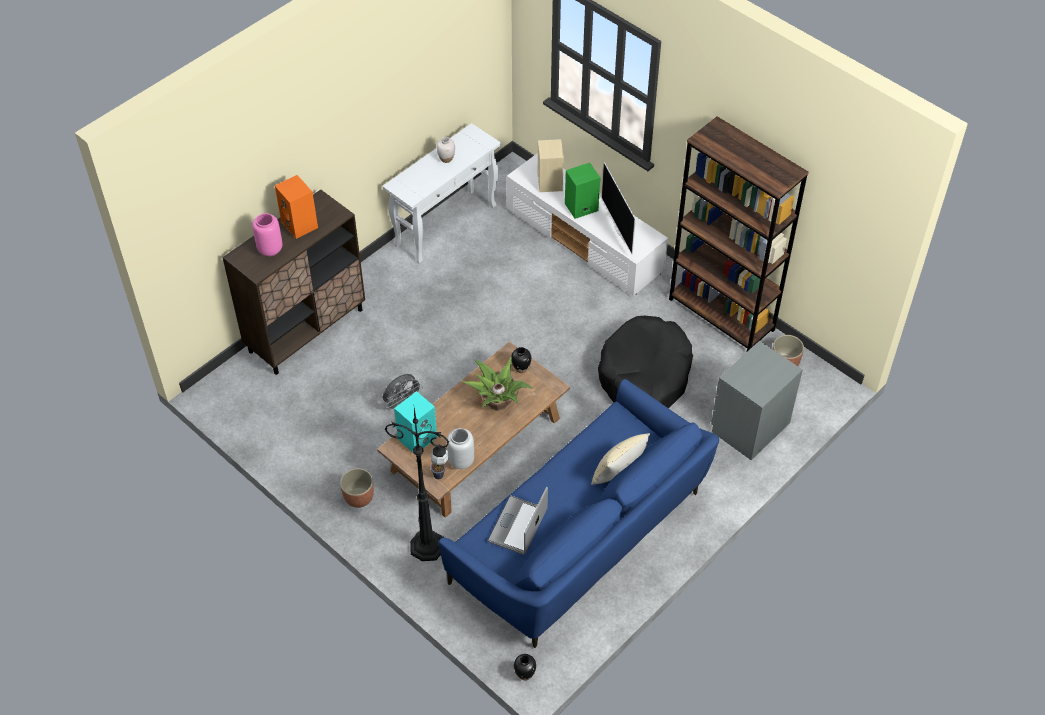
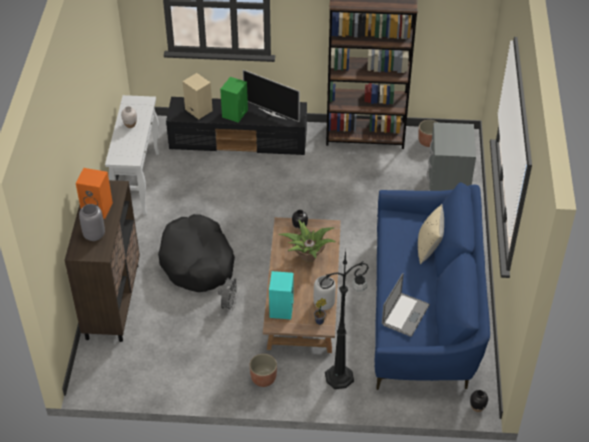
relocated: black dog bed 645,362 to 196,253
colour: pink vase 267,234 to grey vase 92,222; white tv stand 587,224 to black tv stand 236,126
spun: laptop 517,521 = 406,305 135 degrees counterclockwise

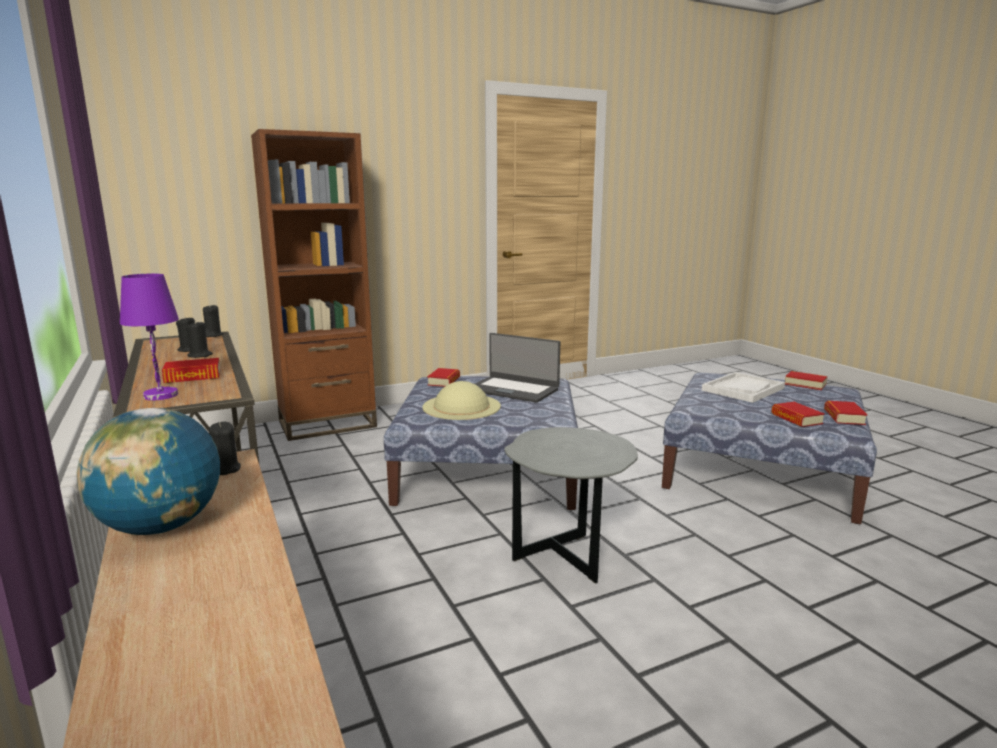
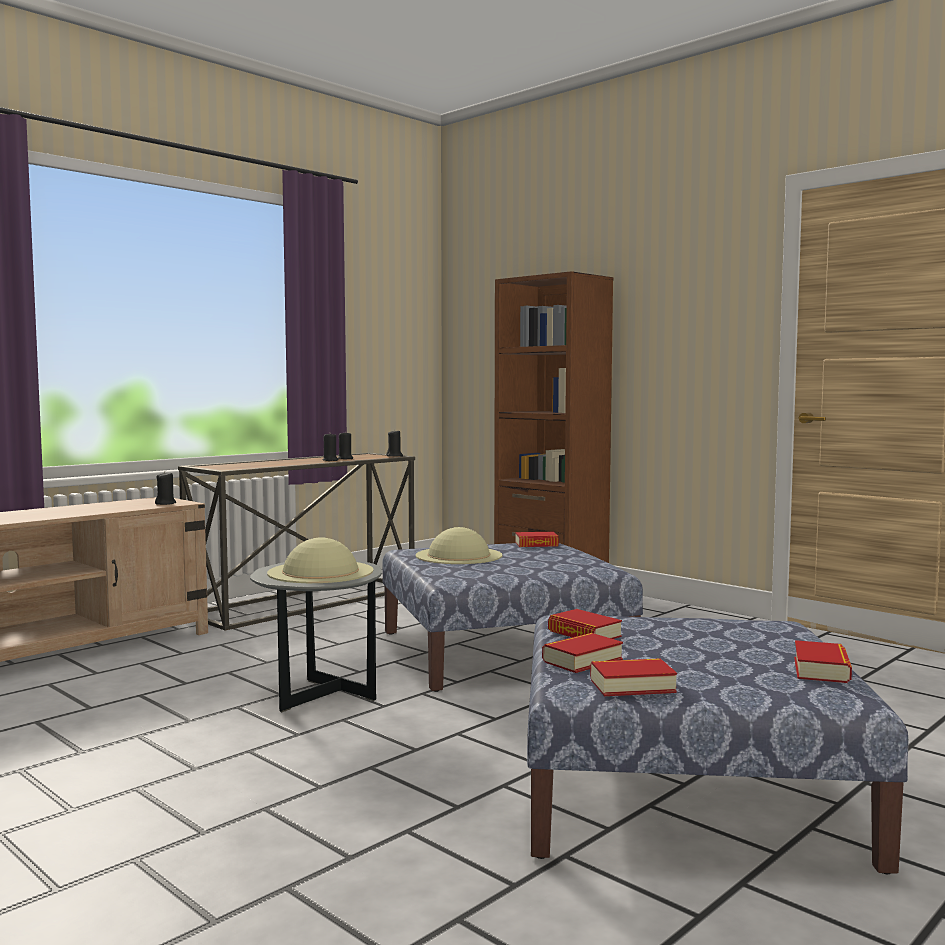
missing: globe 148,471; purple table lamp 149,336; laptop 517,368; white tray 743,387
appeared: beige hat 320,560
relocated: book 191,370 to 585,624

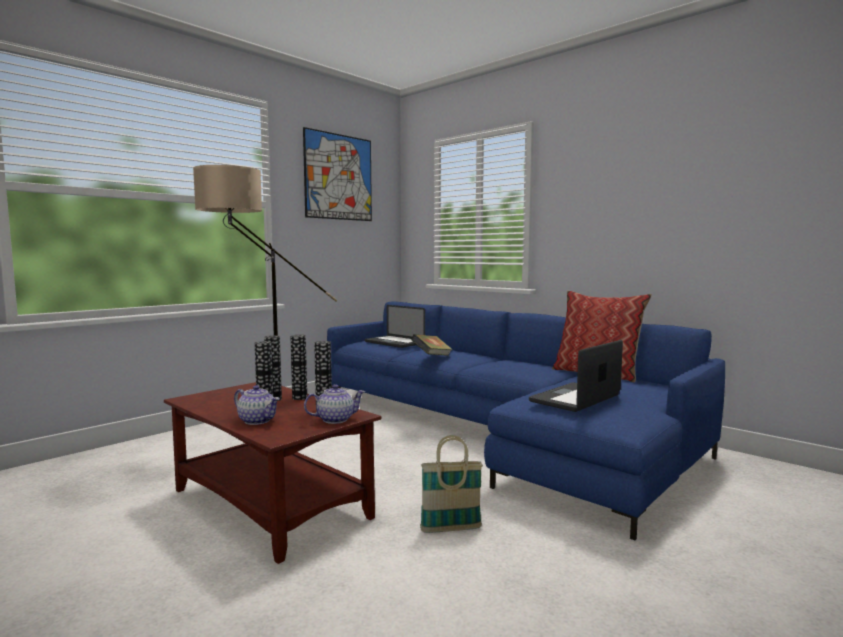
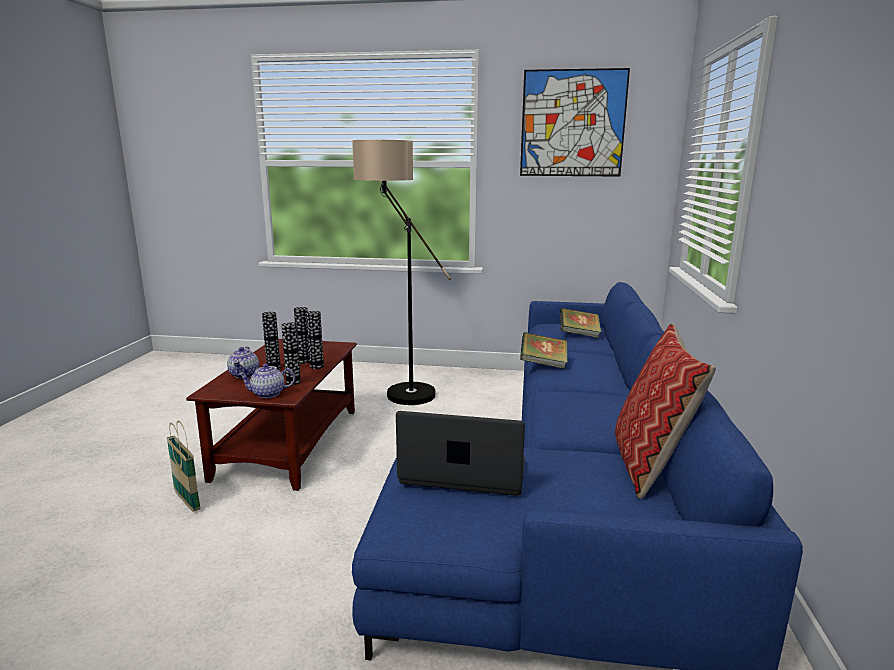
relocated: basket 451,484 to 184,466
exchanged: laptop 395,326 to book 580,323
spun: teapot 334,404 = 266,381 135 degrees clockwise

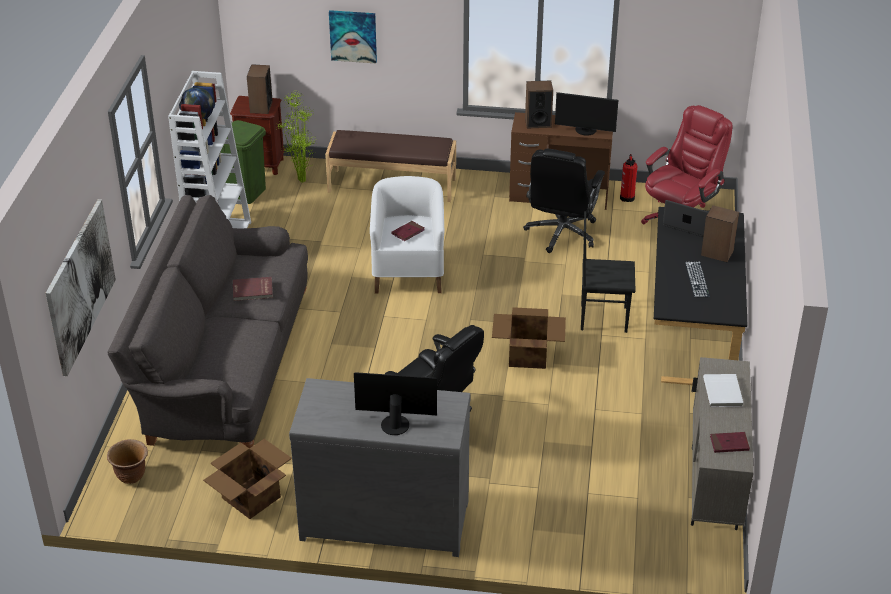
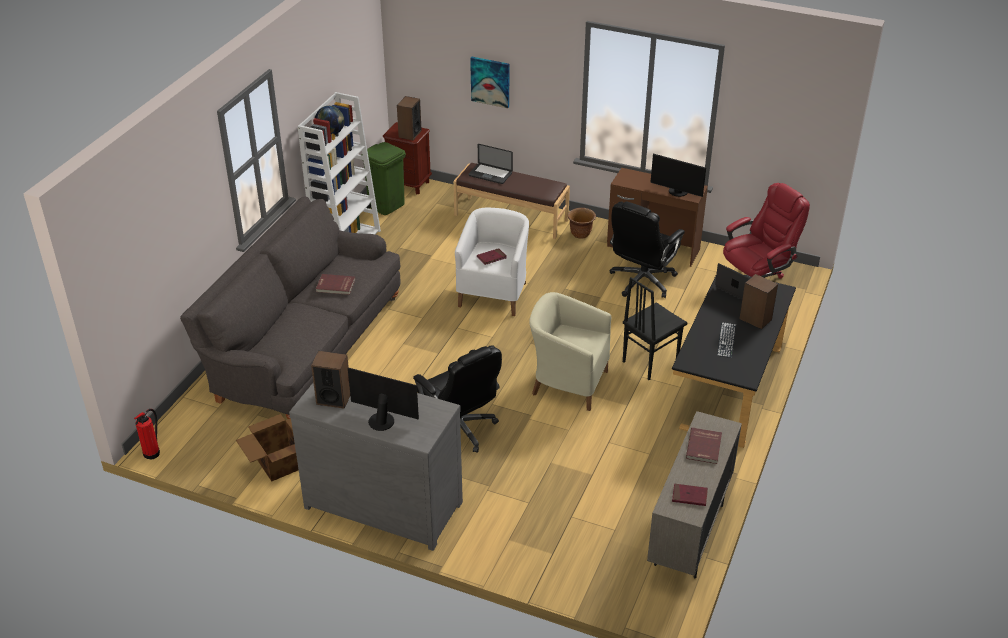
missing: picture 81,287; potted plant 295,137
appeared: laptop 490,164
relocated: fire extinguisher 628,178 to 147,434; speaker 539,105 to 330,380; brown planter 127,461 to 582,223
exchanged: cardboard box 529,338 to beige armchair 570,351
colour: white book 723,390 to red book 704,446
spun: black chair 608,272 = 655,328 60 degrees counterclockwise

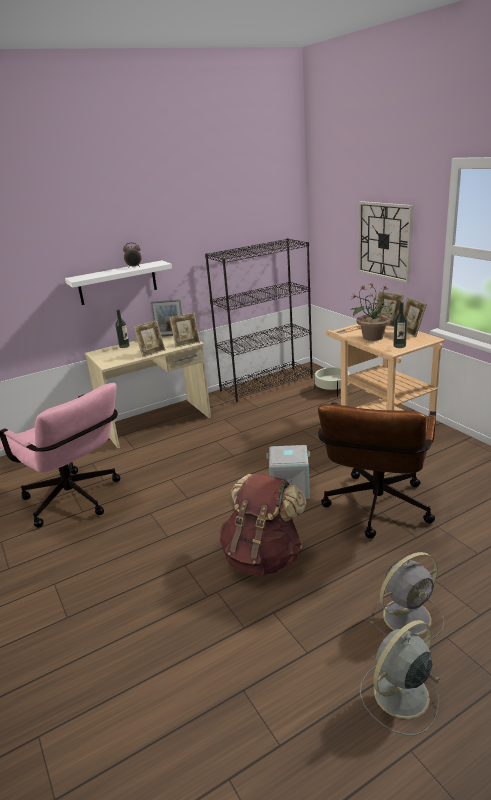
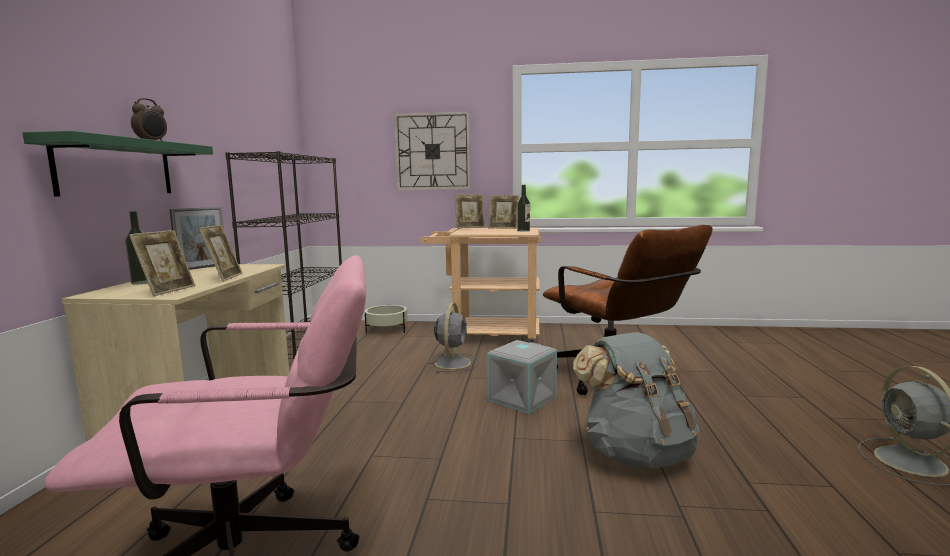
missing: potted plant 372,312
relocated: picture frame 184,330 to 162,263; grey fan 407,596 to 453,337
colour: white shelf 118,282 to green shelf 118,163; brown backpack 263,525 to grey backpack 636,400

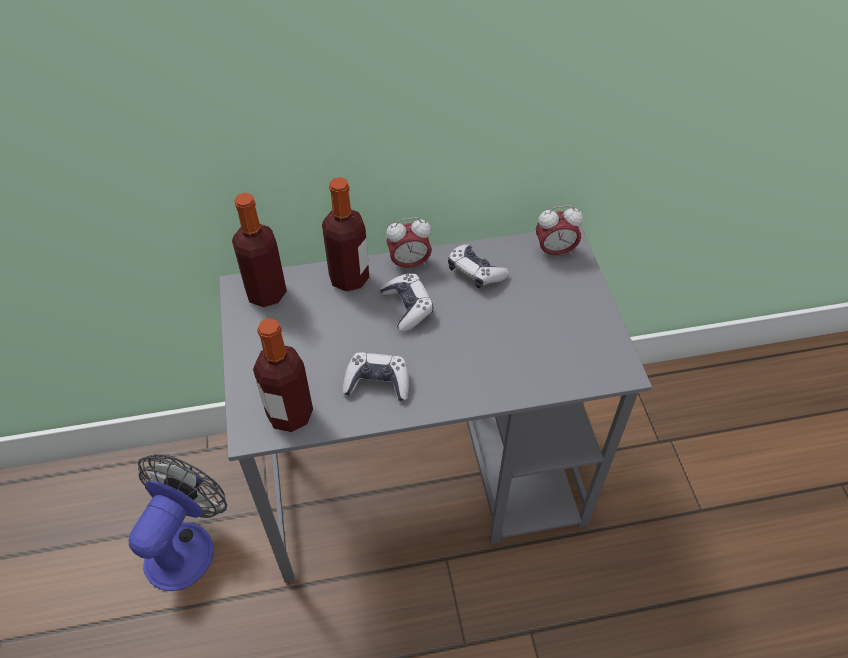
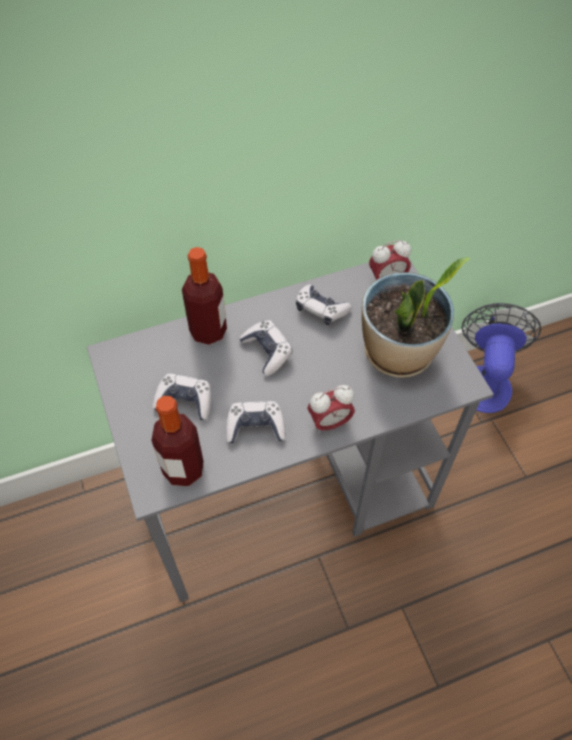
missing: bottle 259,250
appeared: game controller 181,397; potted plant 416,317
relocated: alarm clock 409,244 to 331,409; fan 178,522 to 501,358

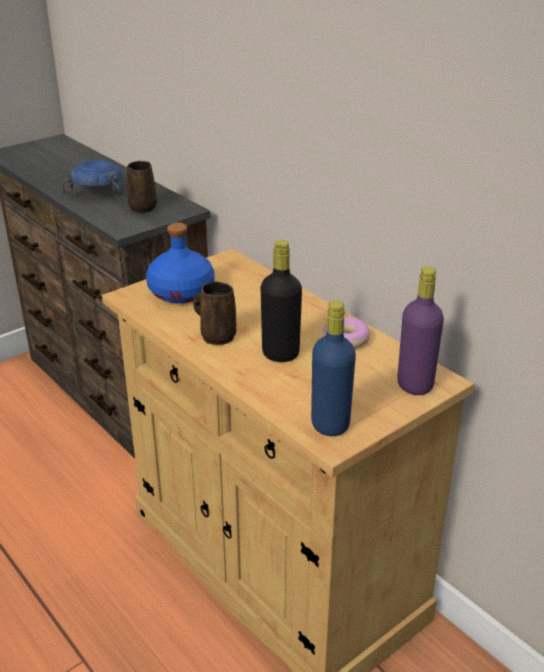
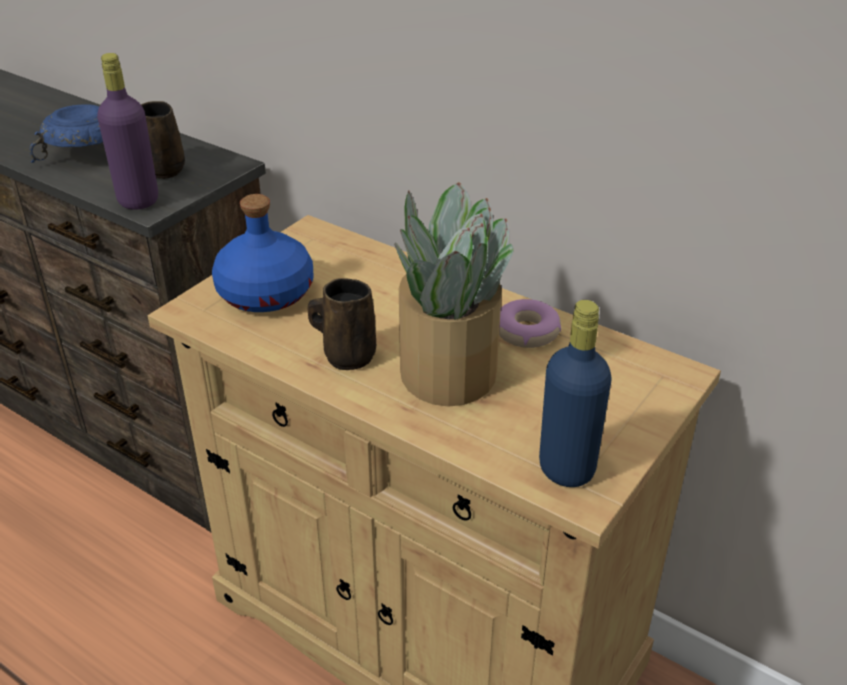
relocated: purple bottle 420,330 to 127,131
exchanged: black bottle 281,301 to potted plant 454,294

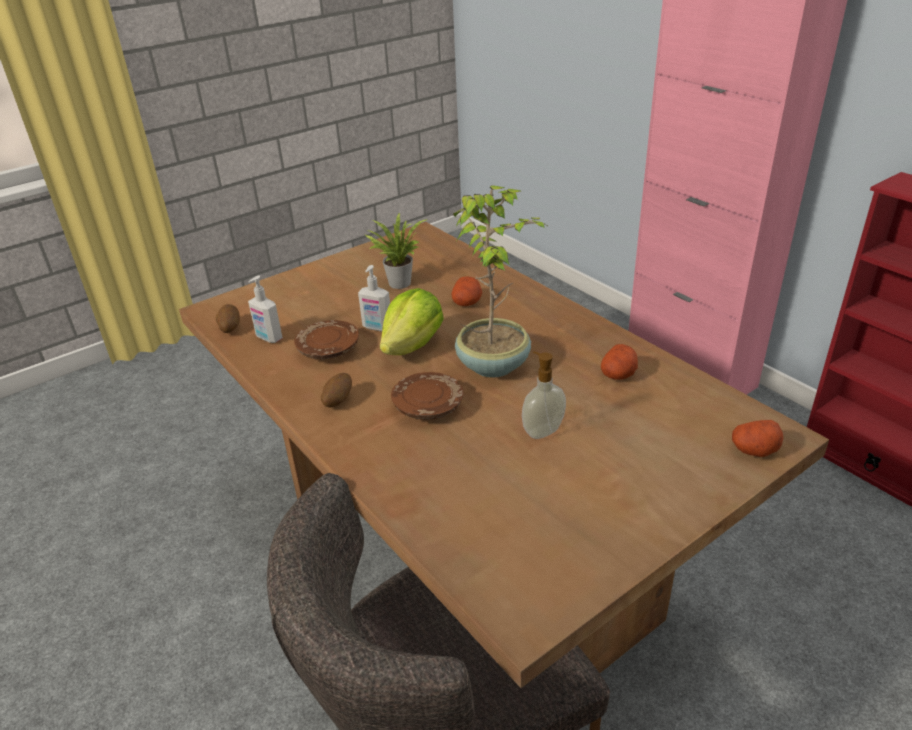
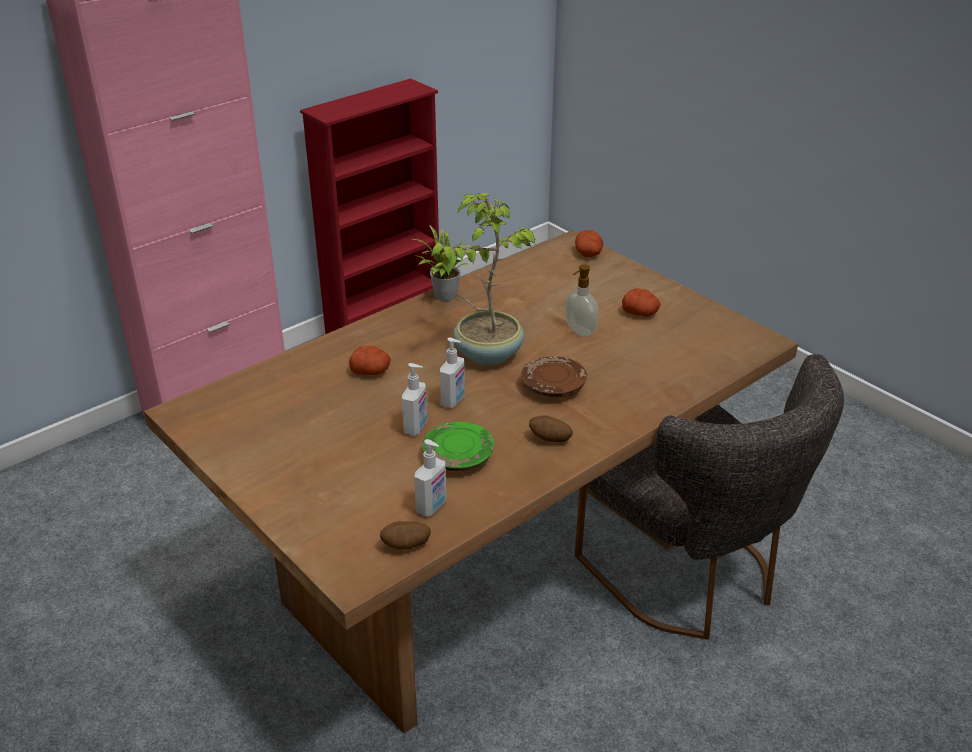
relocated: potted plant 396,251 to 443,263; potato 619,362 to 641,302
exchanged: lettuce 412,321 to soap dispenser 452,373
colour: brown plate 326,339 to green plate 458,446

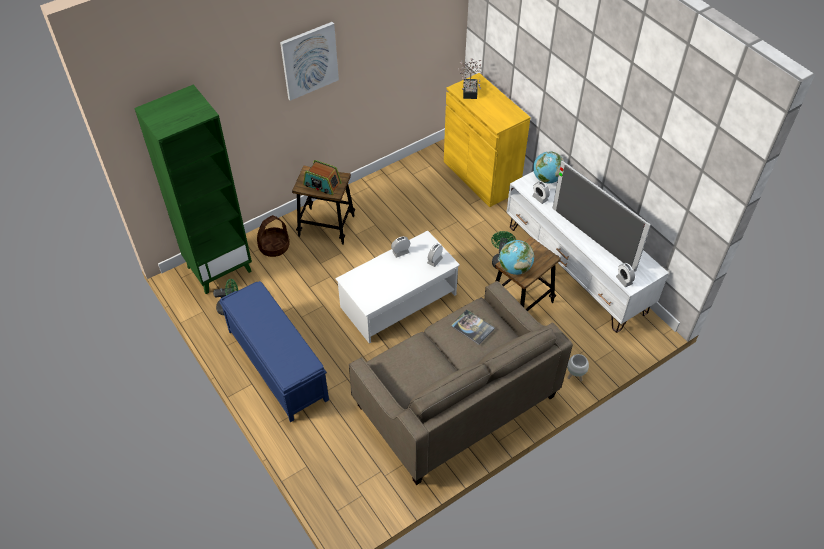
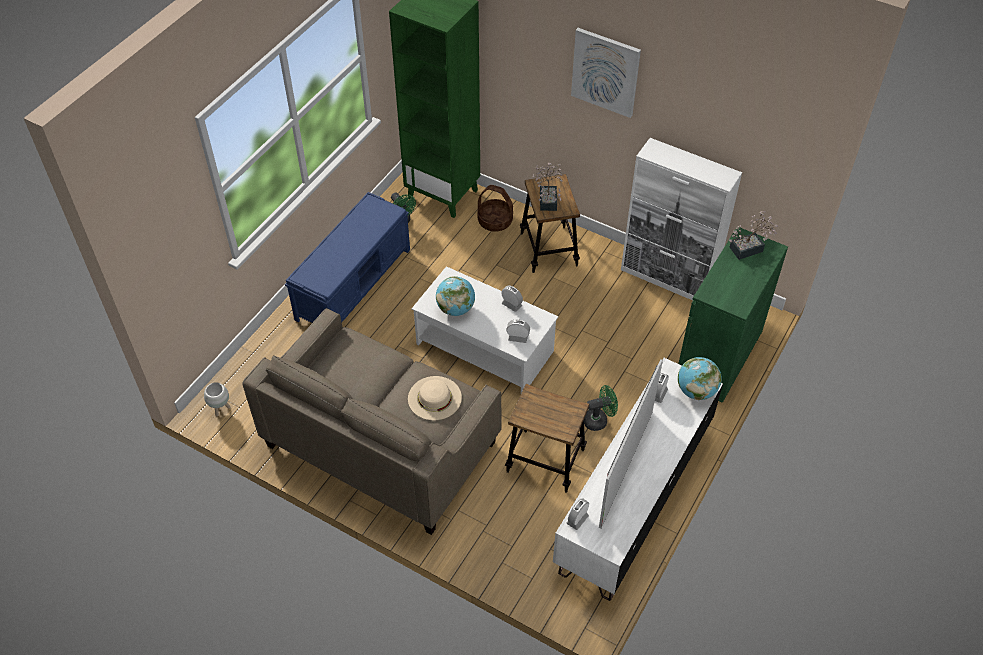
appeared: white cabinet 681,219
relocated: white planter 578,367 to 217,399; globe 516,257 to 455,296
exchanged: book 473,327 to beige hat 435,398; radio 322,177 to potted plant 548,187
colour: yellow cabinet 487,140 to green cabinet 733,315

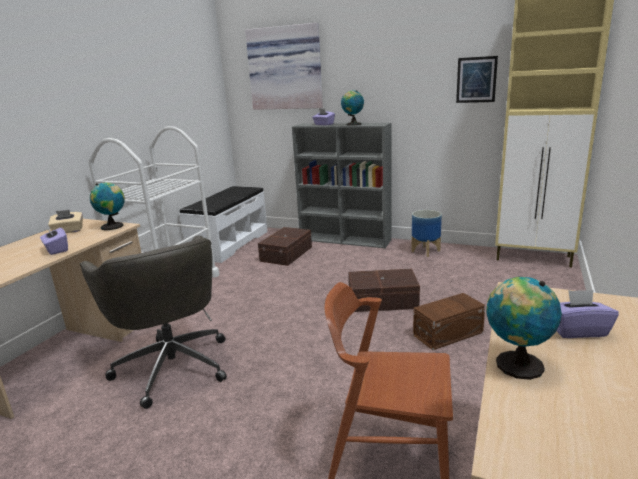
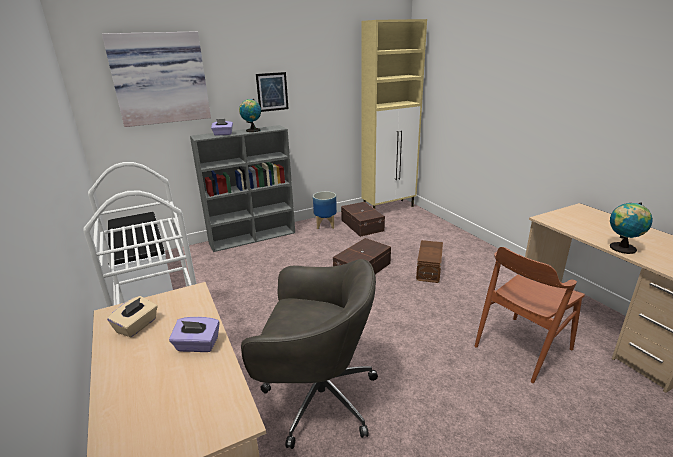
missing: globe 107,206; purple tissue box 587,314
relocated: picture 477,79 to 272,92; brown storage box 285,246 to 363,219

